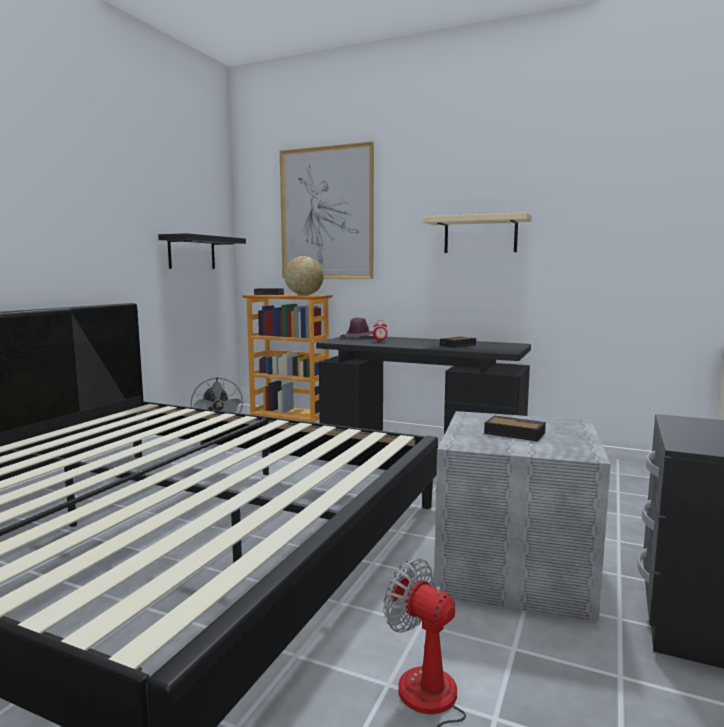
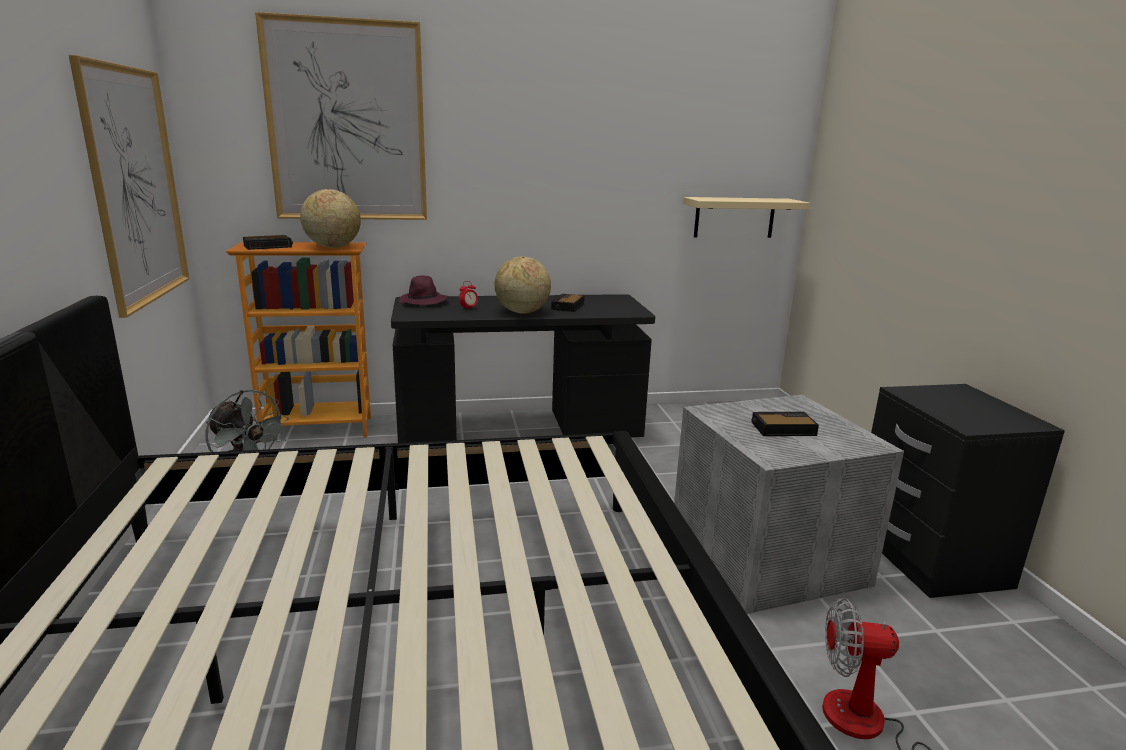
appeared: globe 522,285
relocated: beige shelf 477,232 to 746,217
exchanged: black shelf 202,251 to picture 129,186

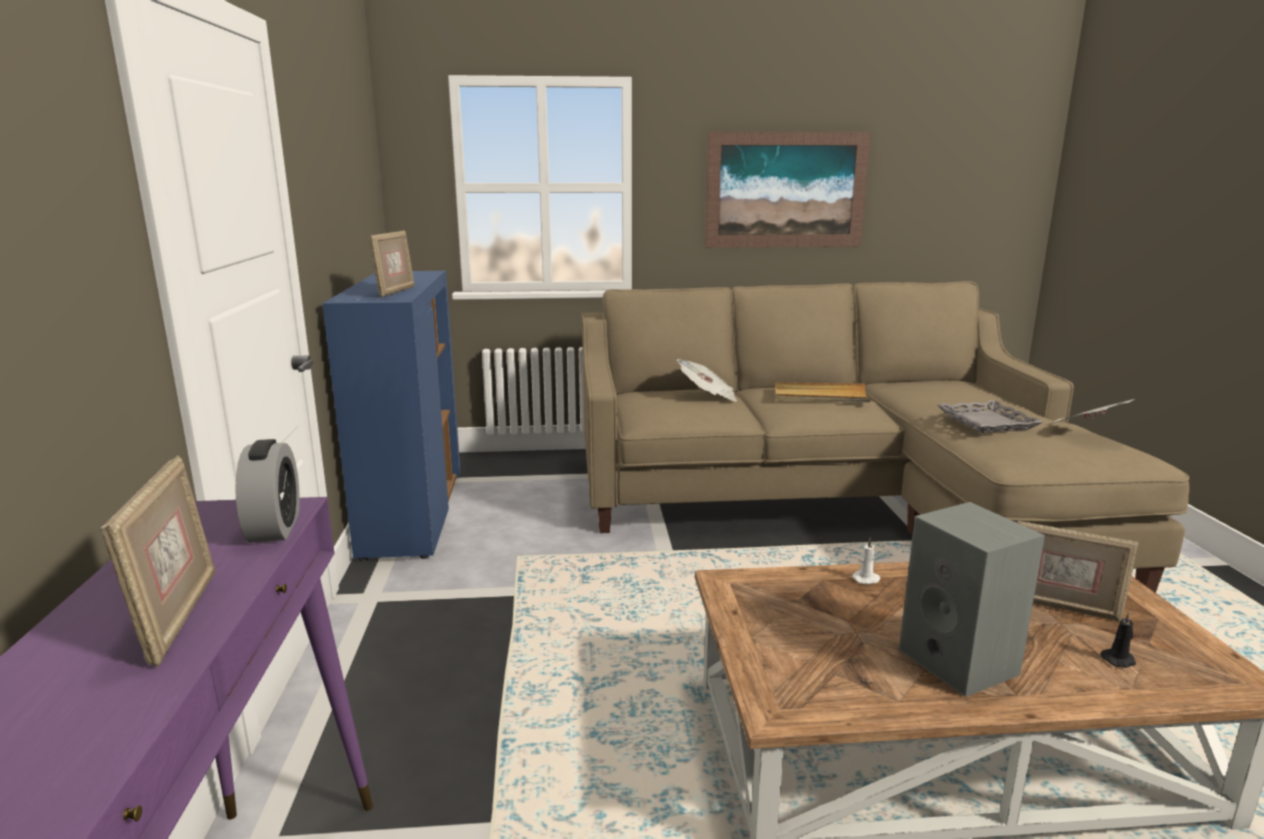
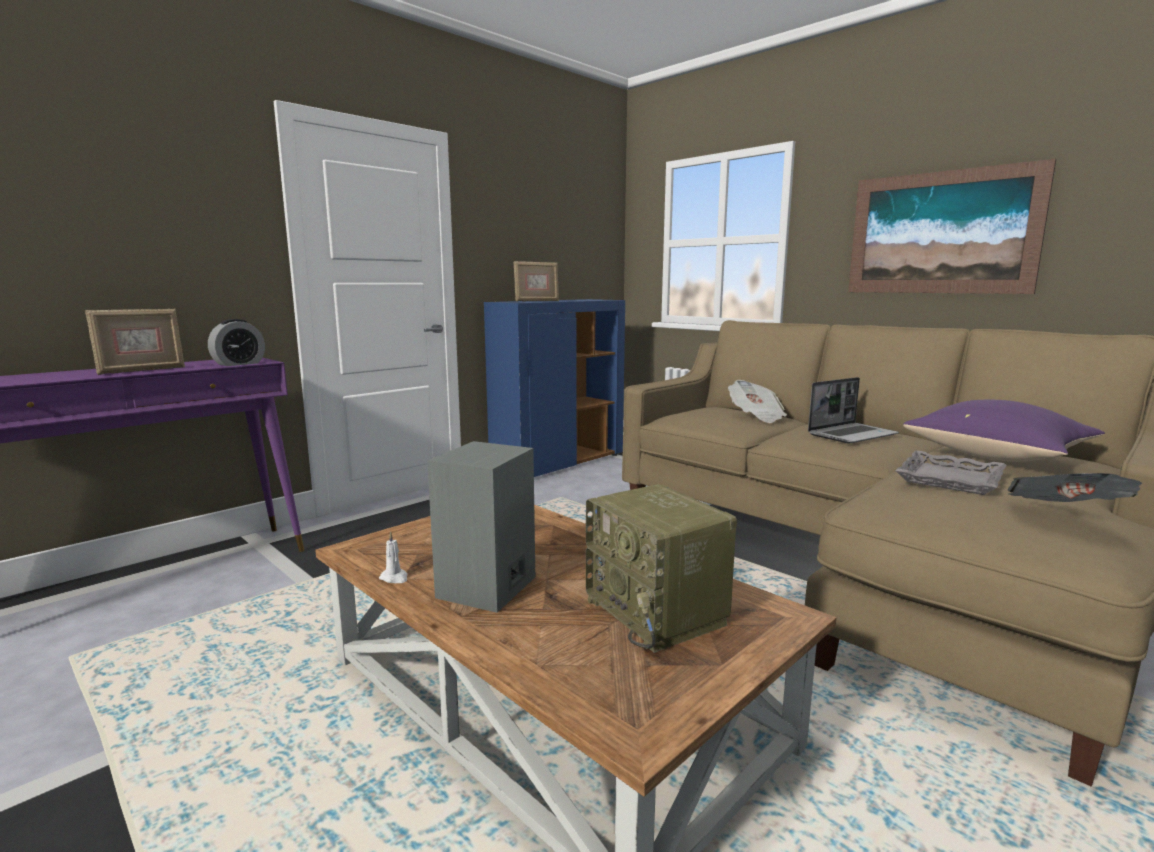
missing: black candle 1118,640
appeared: purple pillow 1004,431
relocated: white candle 866,560 to 393,557
exchanged: picture frame 1077,571 to radio 661,568; beige tray 823,392 to laptop 853,410

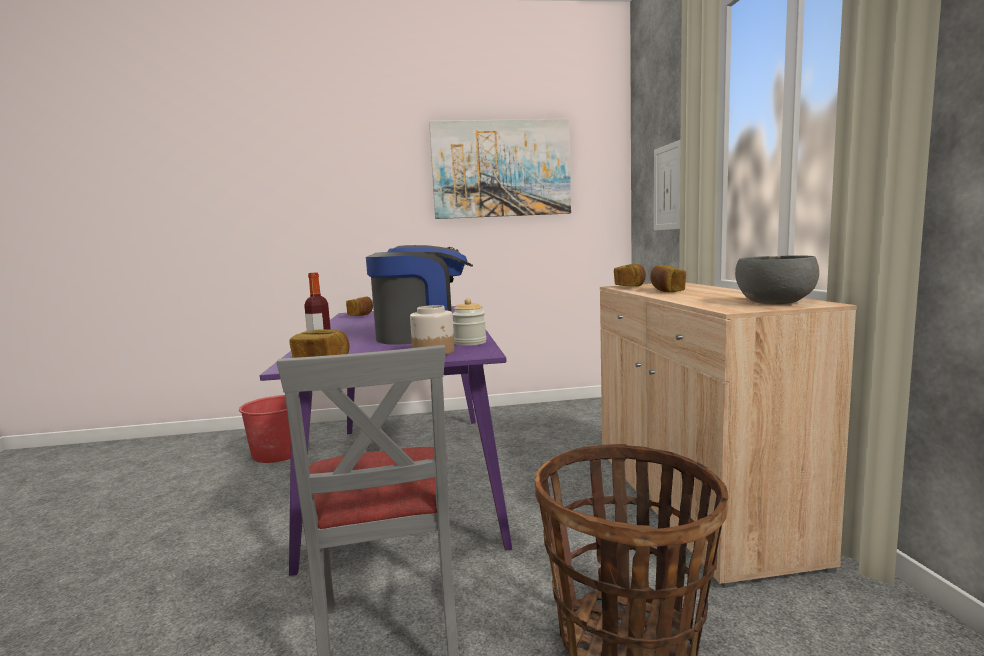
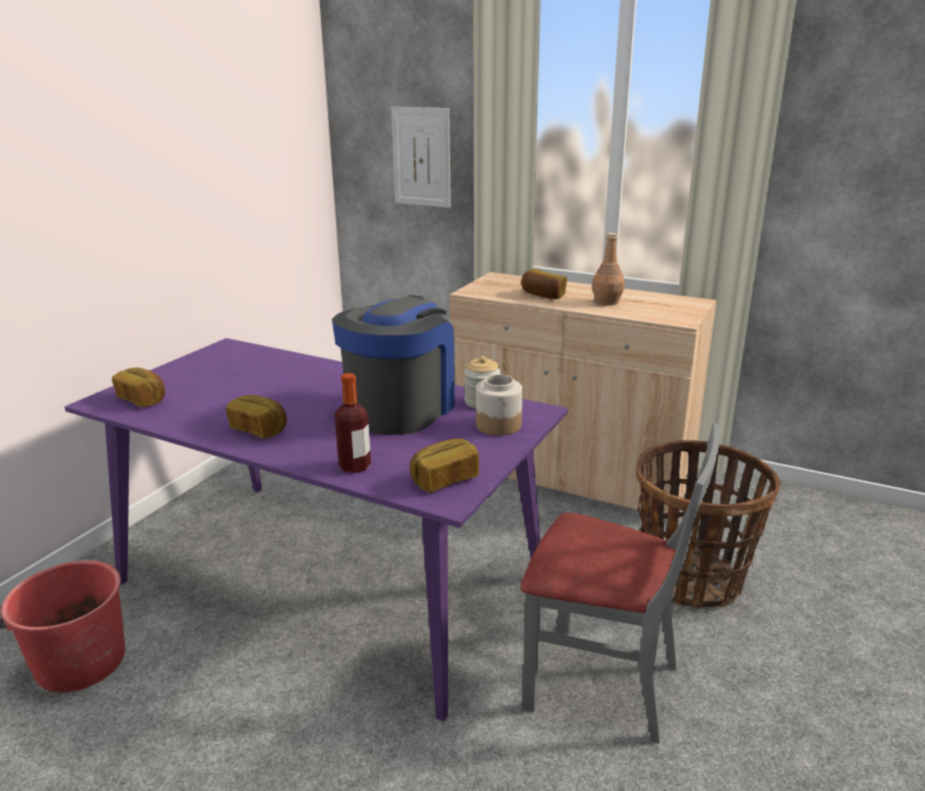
missing: picture 500,169; grey bowl 777,279
appeared: brown bottle 608,269
relocated: bread 630,275 to 256,416

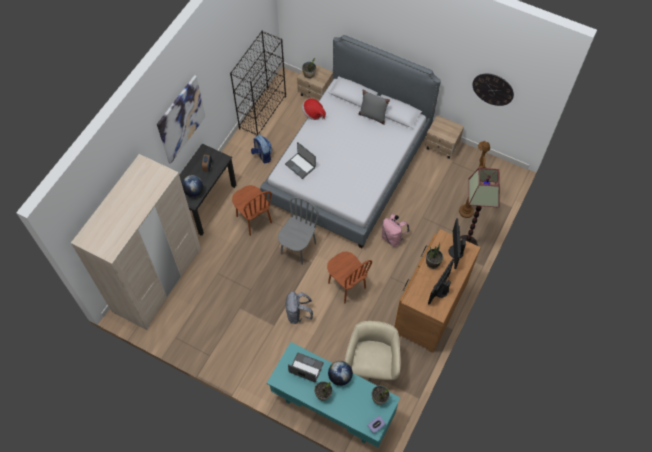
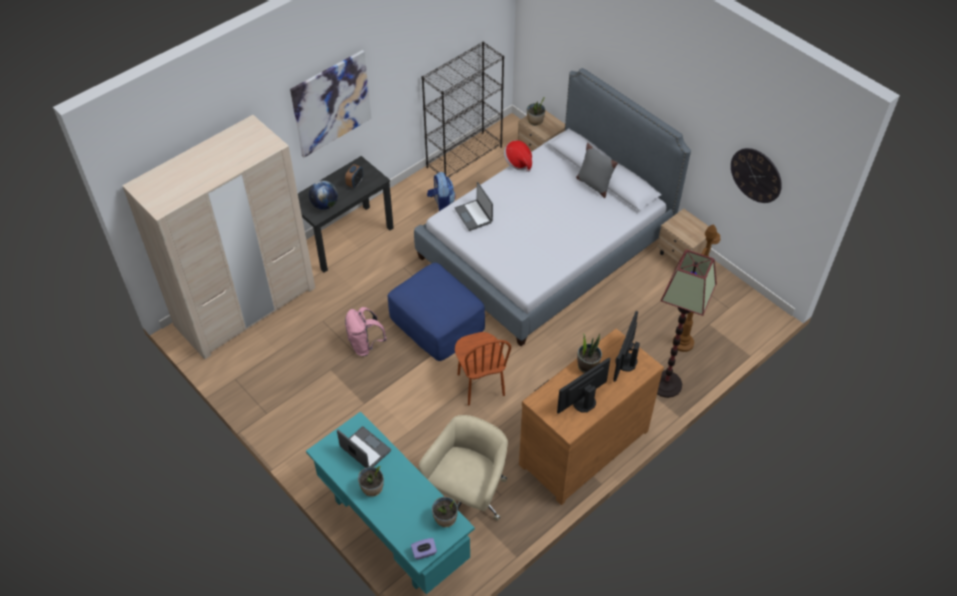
missing: brown chair 252,210; grey backpack 299,308; globe 340,373
relocated: pink backpack 396,230 to 366,331
exchanged: grey chair 298,231 to blue ottoman 436,312

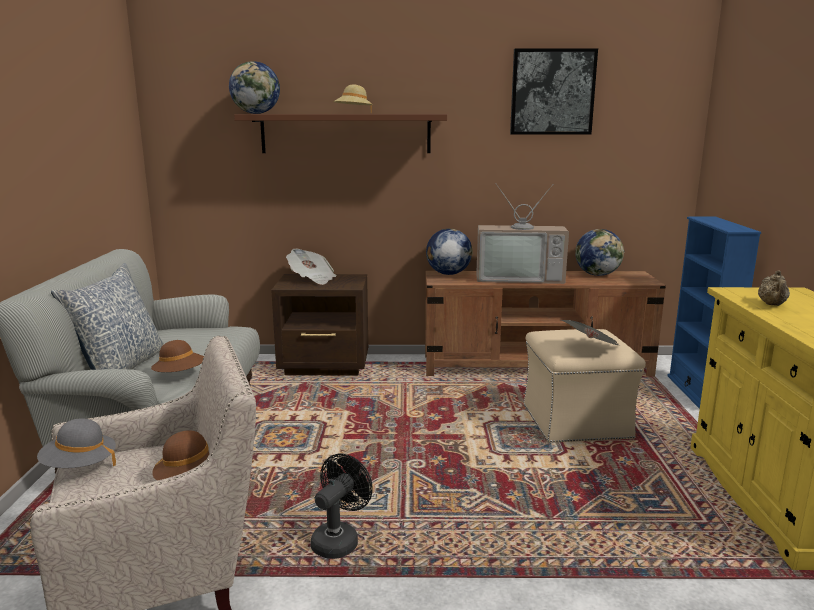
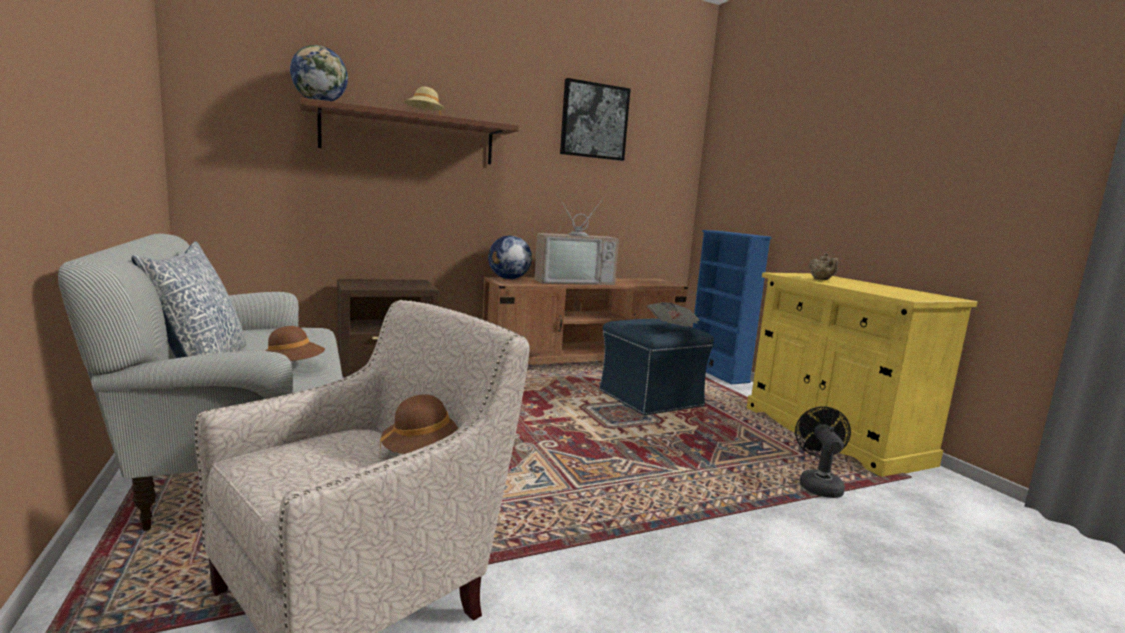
missing: grey hat 76,443; newspaper 311,267; globe 599,252
relocated: black fan 342,506 to 823,452
colour: beige ottoman 584,386 to blue ottoman 656,367

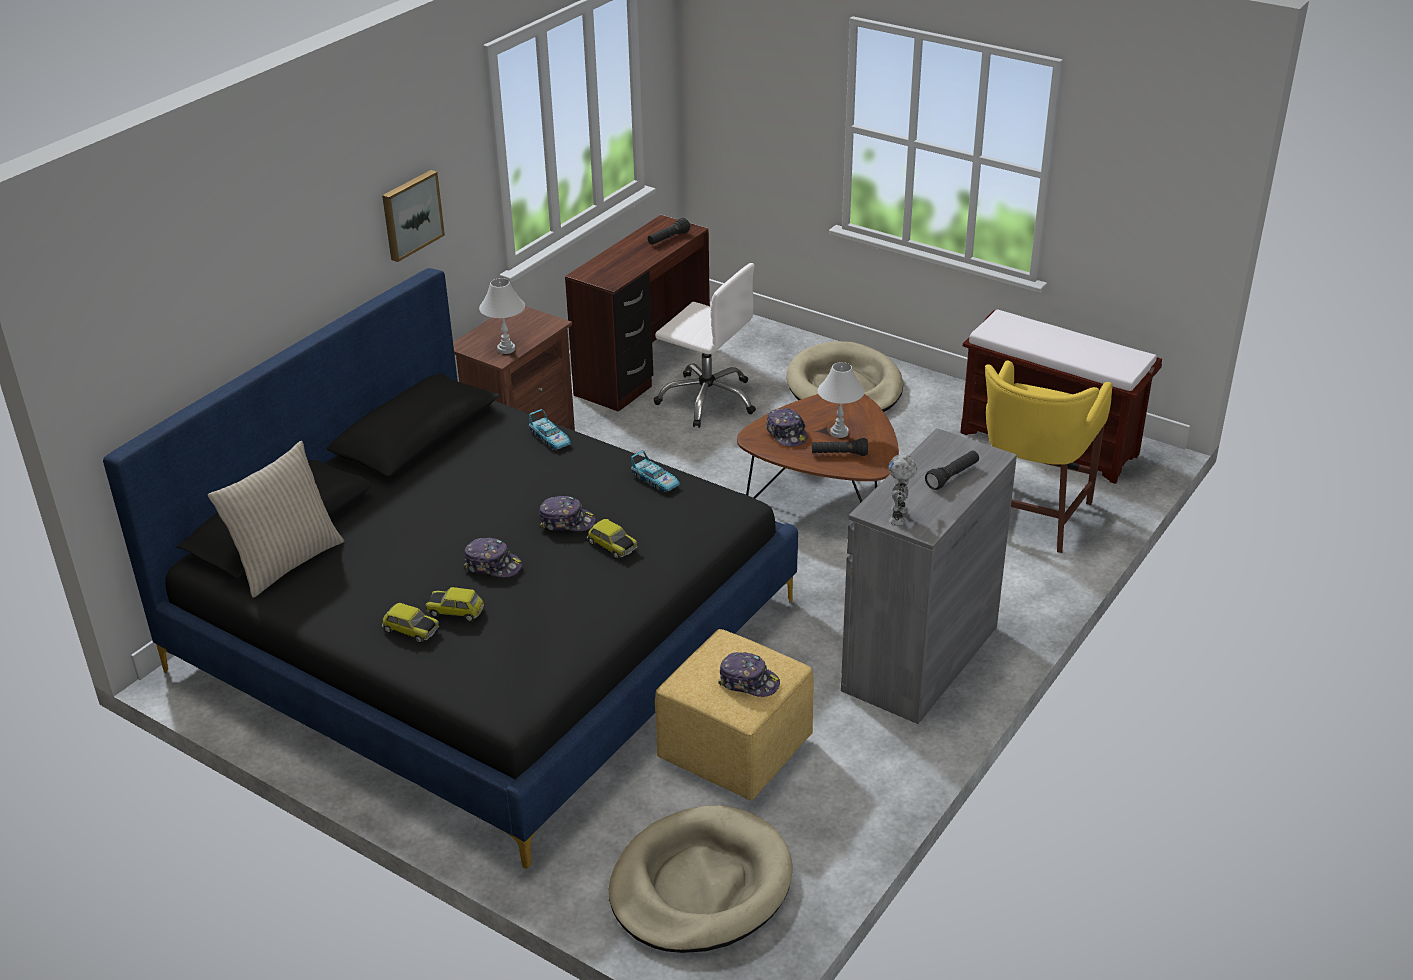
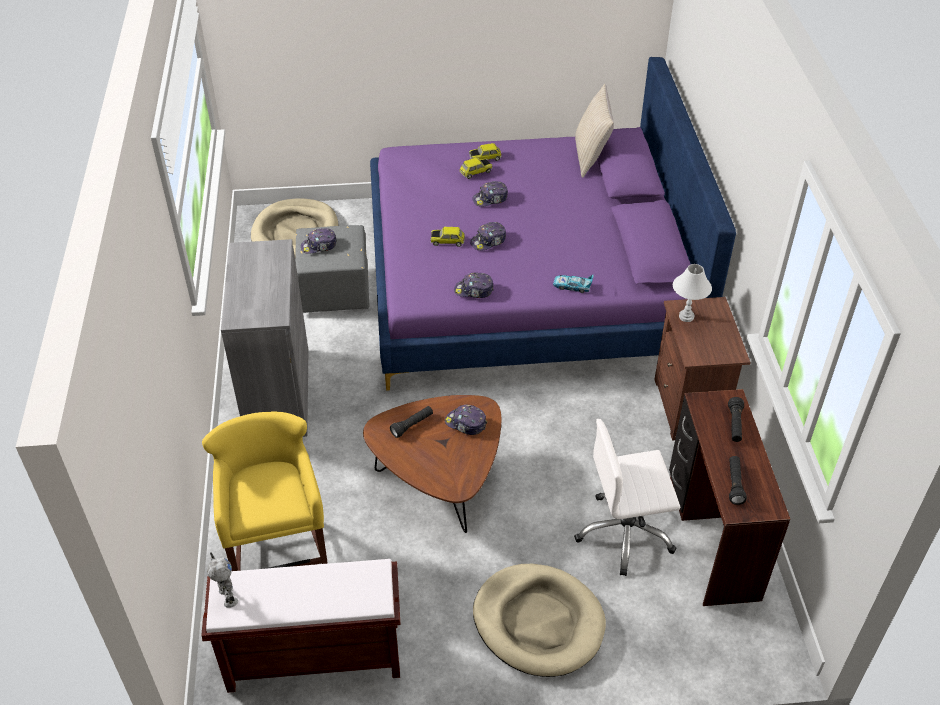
missing: picture 413,216; white table lamp 841,400
relocated: toy robot 903,489 to 222,580; black flashlight 952,470 to 736,419
exchanged: toy car 655,471 to cap 474,285
colour: yellow ottoman 734,714 to grey ottoman 332,269; black bed 450,568 to purple bed 553,224

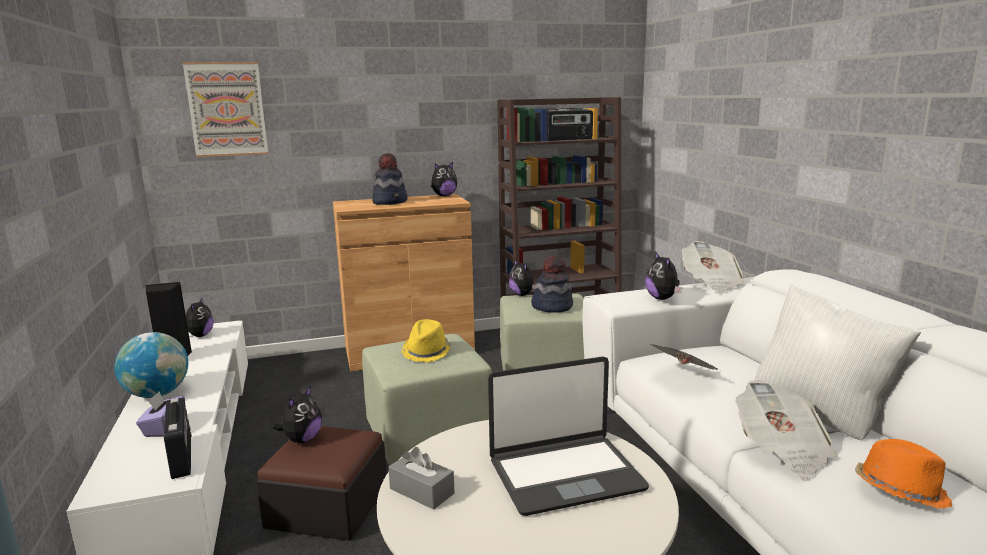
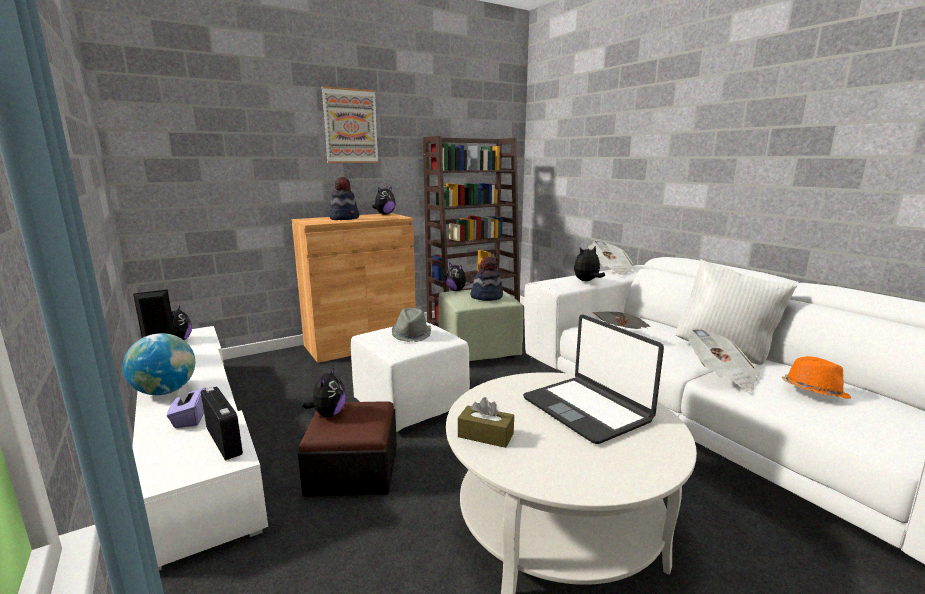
missing: radio 570,124
relocated: picture 225,109 to 350,124
colour: green ottoman 427,400 to white ottoman 410,377; yellow hat 427,340 to grey hat 411,325; grey tissue box 421,478 to brown tissue box 486,422
spun: laptop 568,436 = 593,379 90 degrees clockwise; plush toy 663,275 = 589,263 90 degrees clockwise

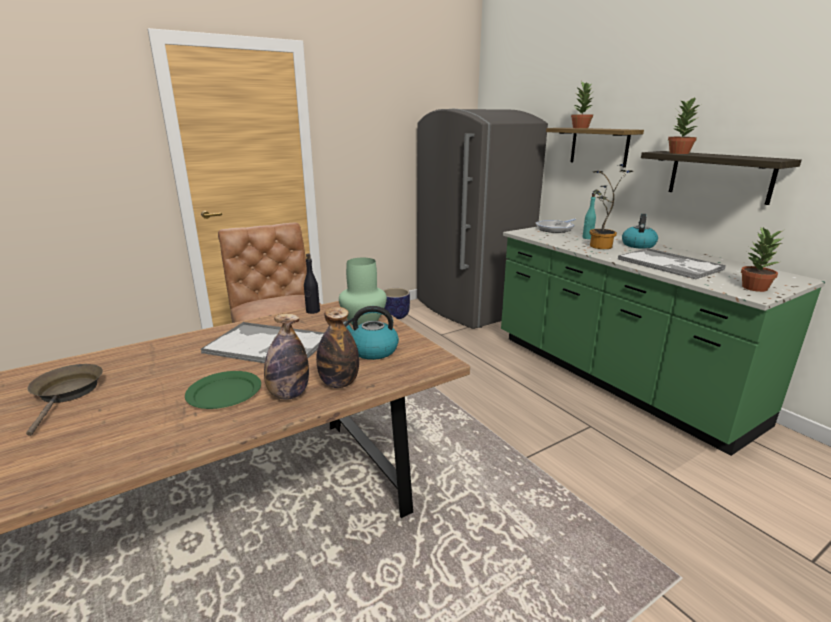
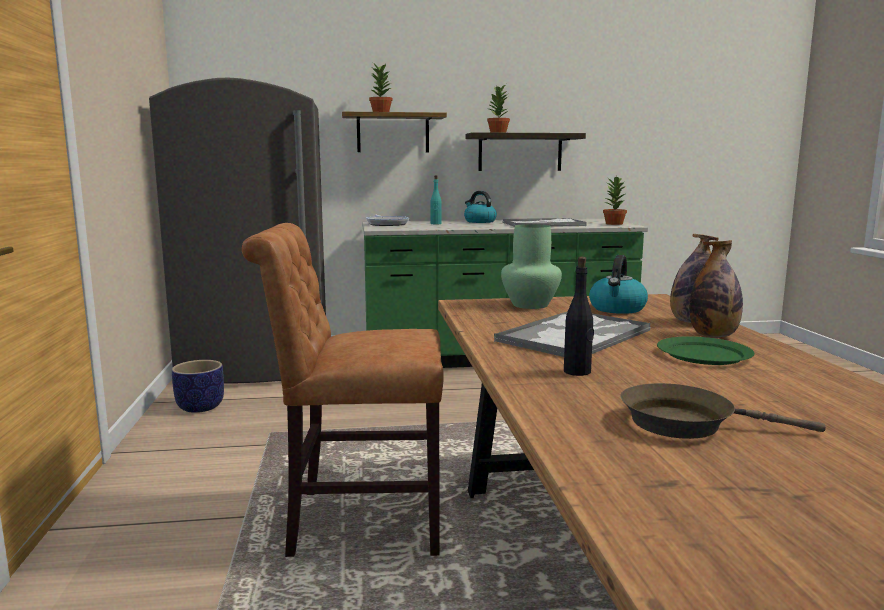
missing: potted plant 611,206
relocated: black bottle 312,284 to 579,316

